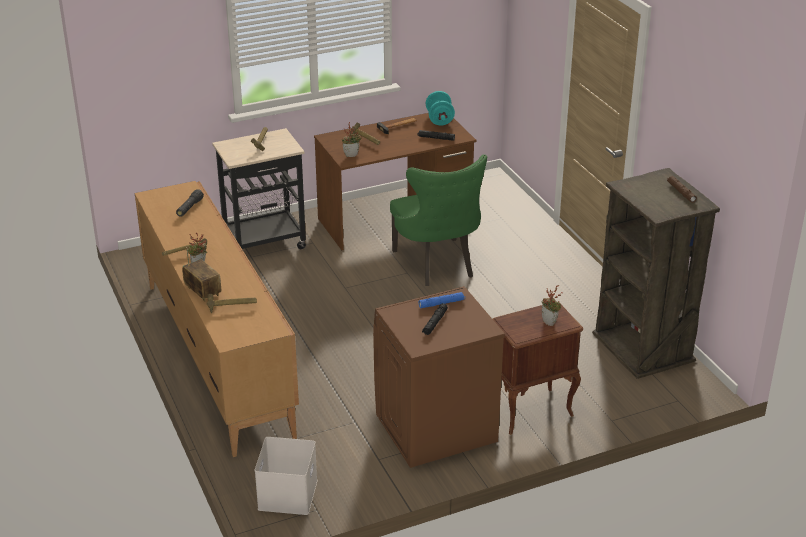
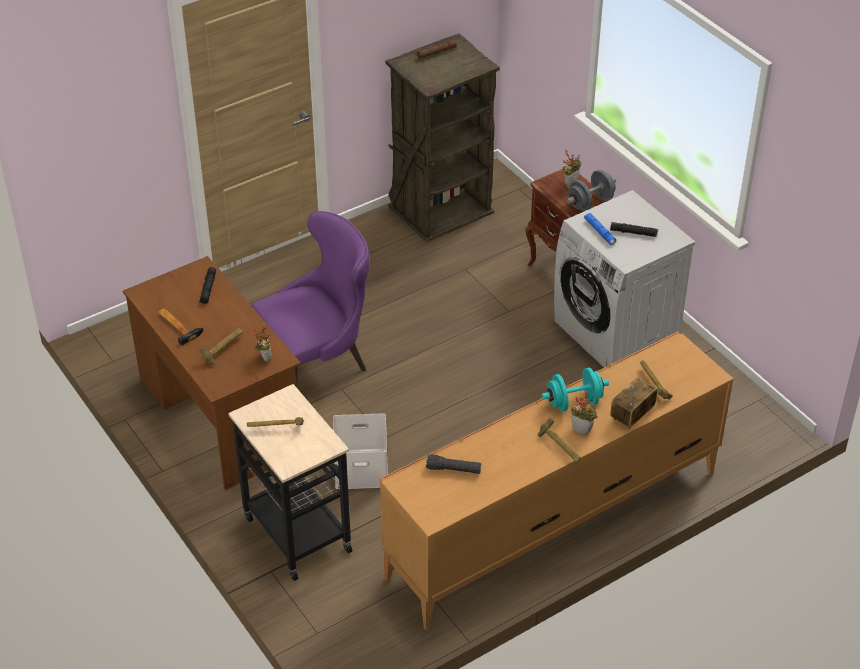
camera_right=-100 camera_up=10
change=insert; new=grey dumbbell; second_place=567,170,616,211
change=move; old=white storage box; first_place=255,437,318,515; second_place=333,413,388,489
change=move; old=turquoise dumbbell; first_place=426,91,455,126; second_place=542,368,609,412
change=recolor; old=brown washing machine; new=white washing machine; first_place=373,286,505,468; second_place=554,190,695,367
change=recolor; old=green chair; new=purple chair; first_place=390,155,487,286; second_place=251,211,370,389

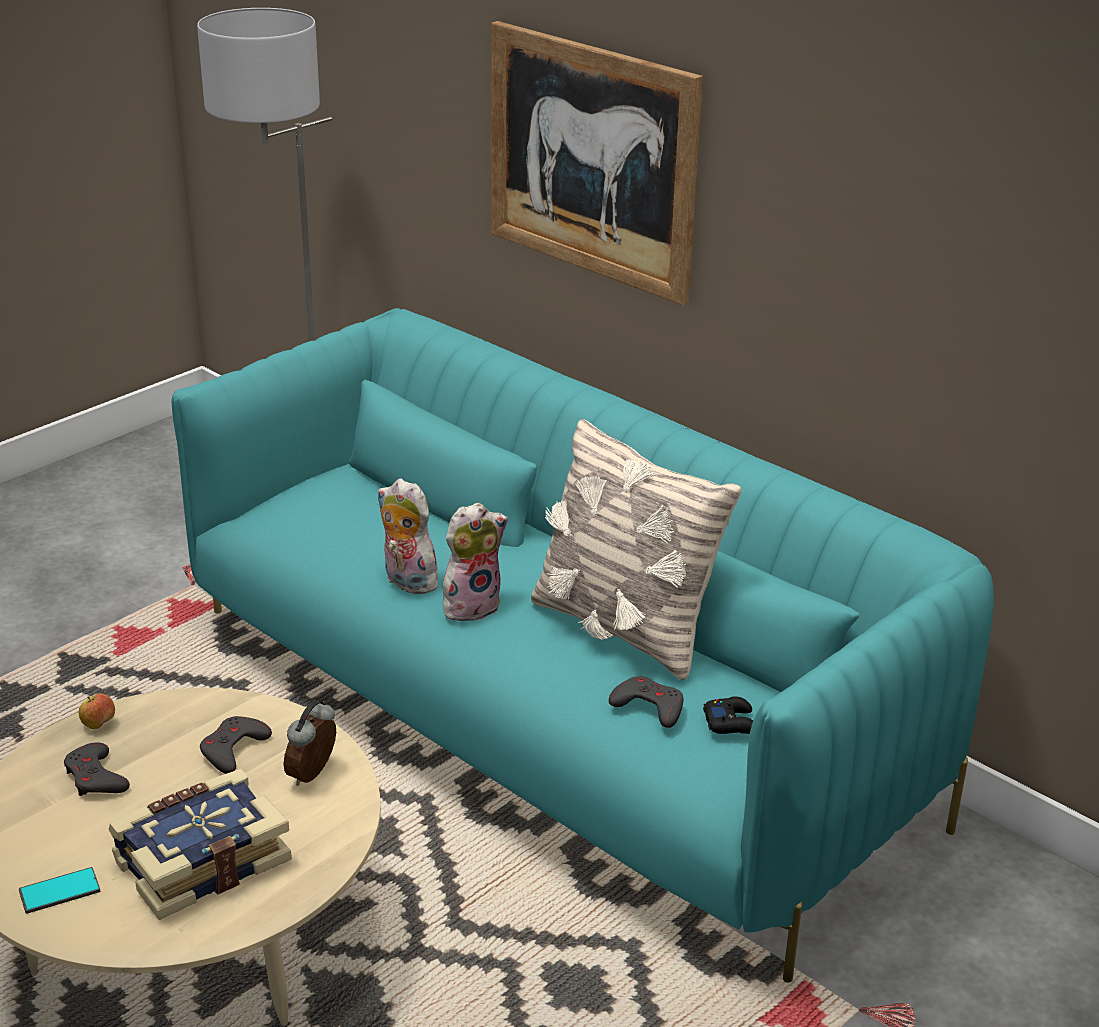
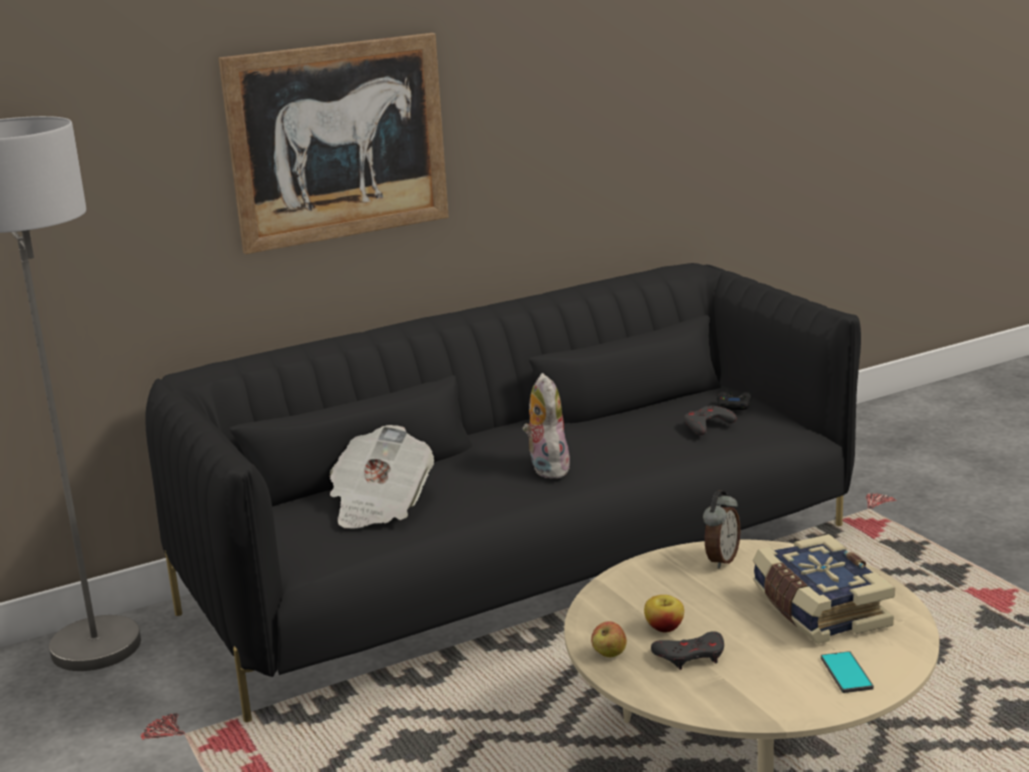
camera_right=-70 camera_up=-10
change=delete; old=grey game controller; first_place=200,716,272,774
change=delete; old=plush toy; first_place=378,479,440,595
change=delete; old=beige pillow; first_place=531,419,742,680
change=insert; new=newspaper; second_place=329,425,434,529
change=insert; new=apple; second_place=644,595,684,633
change=recolor; old=turquoise sofa; new=black sofa; first_place=172,308,994,982; second_place=145,263,861,722
change=rotate; old=alarm clock; first_place=283,700,336,786; second_place=703,490,740,569; degrees=-105

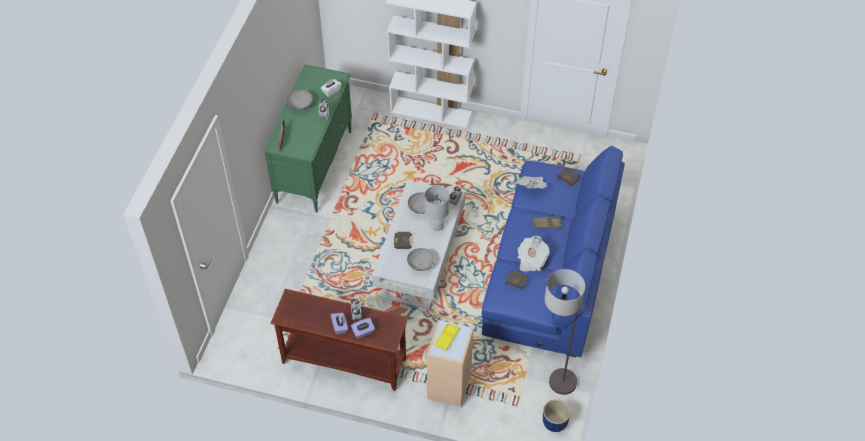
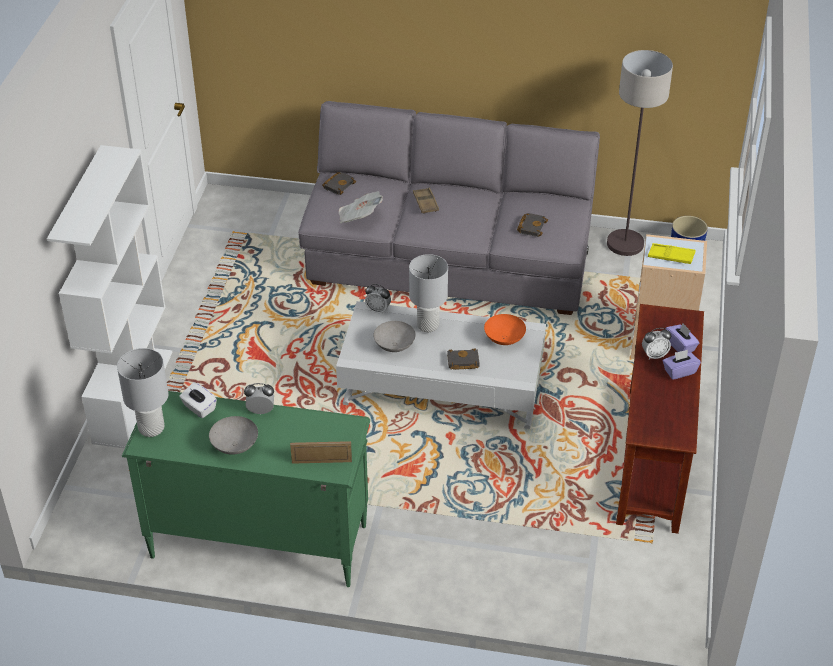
camera_right=-95 camera_up=-10
change=delete; old=newspaper; first_place=517,236,550,272
change=insert; new=grey table lamp; second_place=117,348,169,437
change=recolor; old=grey bowl; new=orange bowl; first_place=407,248,434,271; second_place=484,314,526,345
change=recolor; old=blue sofa; new=grey sofa; first_place=481,145,625,357; second_place=298,101,600,315

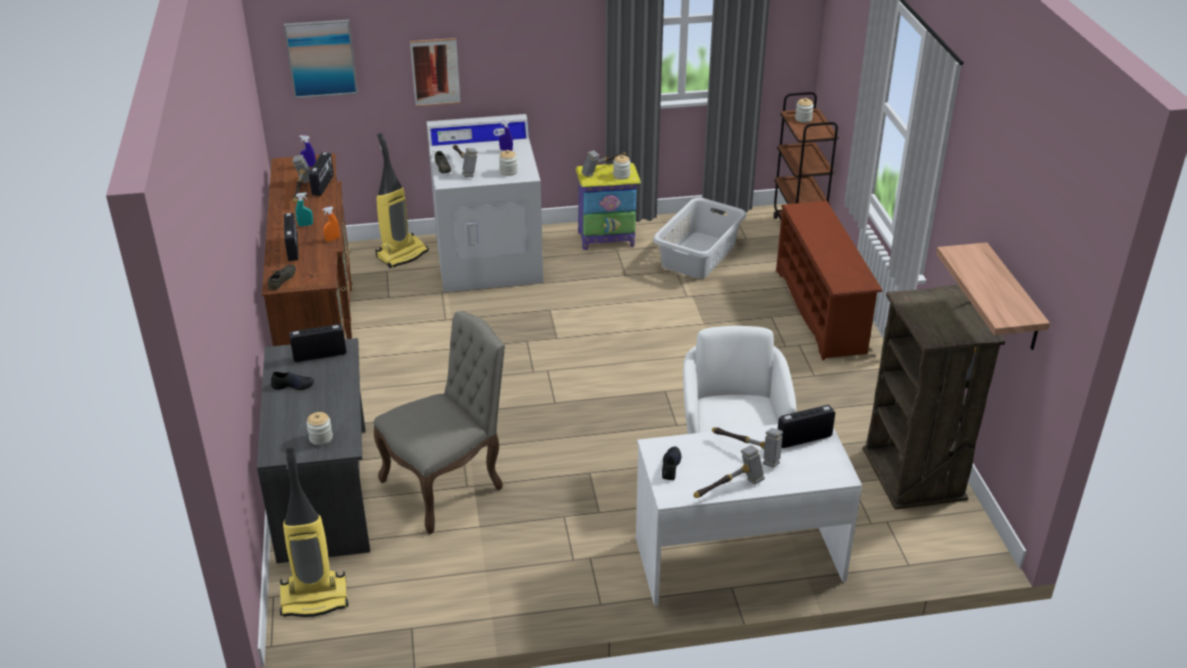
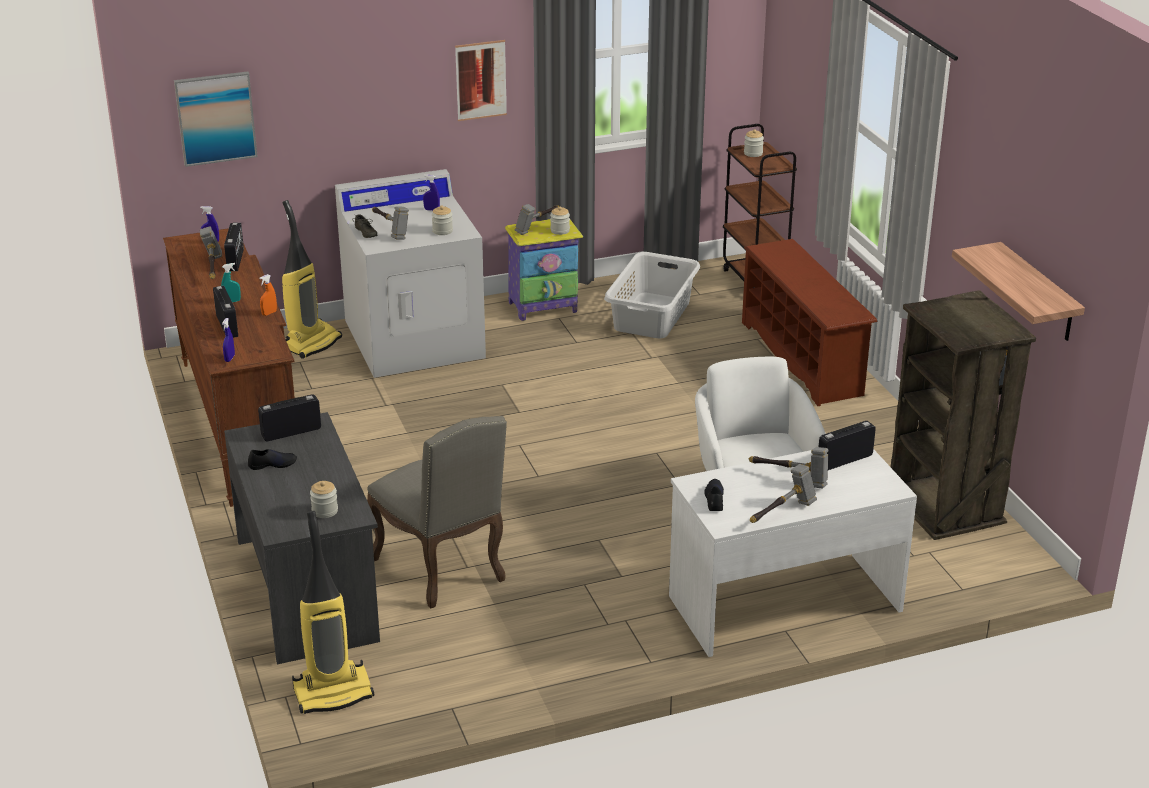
camera_right=-10 camera_up=-5
change=move; old=picture; first_place=410,38,461,106; second_place=455,40,507,121
change=replace; old=grey shoe; new=blue spray bottle; first_place=268,265,296,290; second_place=222,318,235,362
change=rotate; old=grey chair; first_place=374,311,505,534; second_place=367,416,507,609; degrees=105

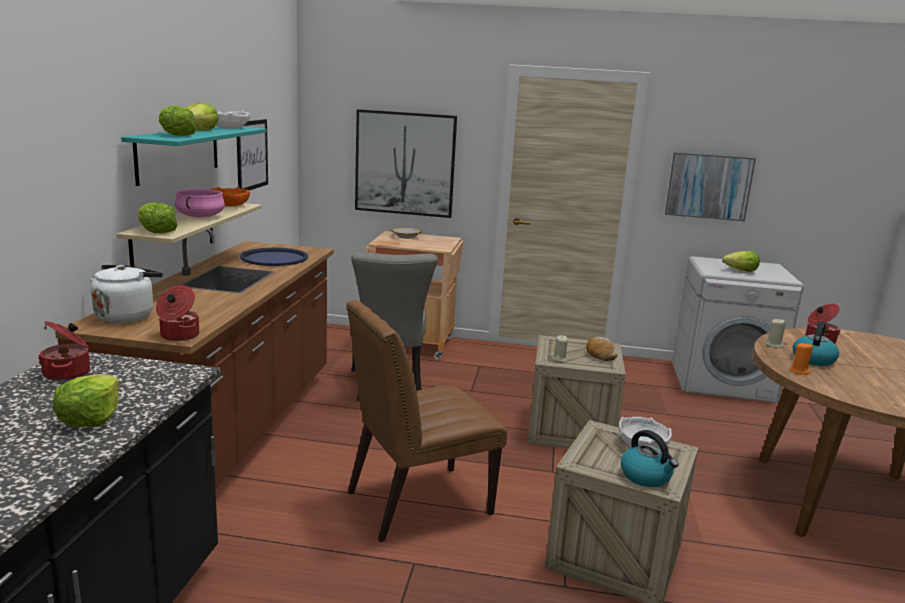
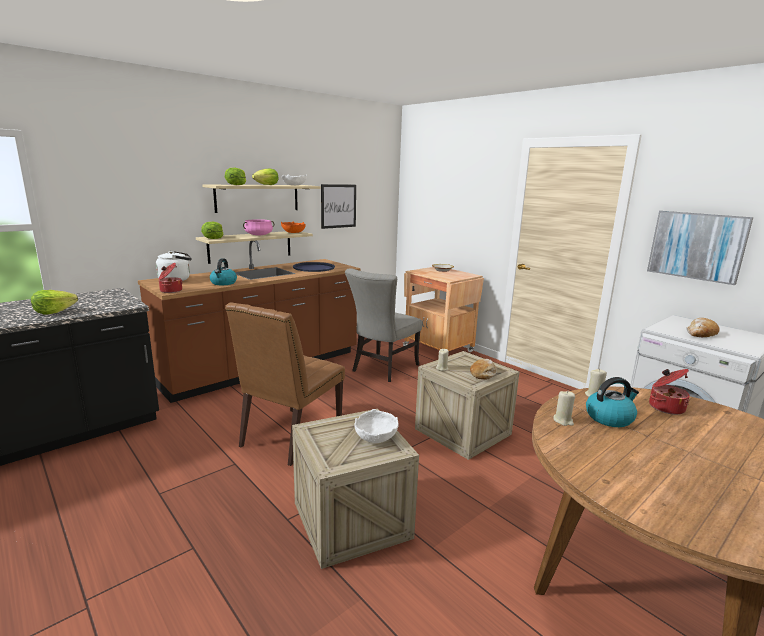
camera_right=40 camera_up=0
change=delete; old=cooking pot; first_place=38,321,90,381
change=delete; old=picture; first_place=355,109,457,218
change=move; old=kettle; first_place=621,430,679,487; second_place=210,258,237,285
change=replace; old=lettuce; new=bread; first_place=722,251,760,272; second_place=687,318,720,337
change=recolor; old=turquoise shelf; new=beige shelf; first_place=121,126,267,186; second_place=202,185,321,213
change=recolor; old=orange candle; new=beige candle; first_place=789,343,813,375; second_place=553,391,575,426
change=rotate; old=brown chair; first_place=346,300,507,542; second_place=225,302,345,466; degrees=-75

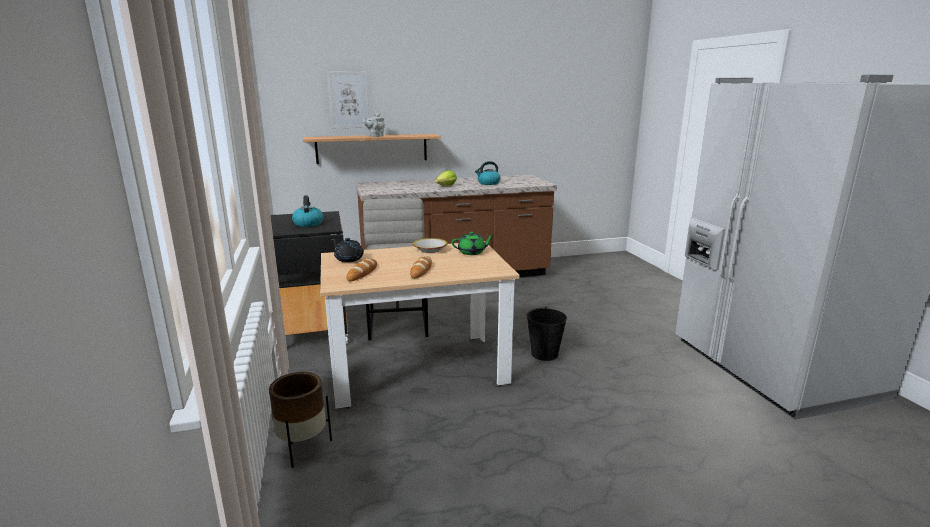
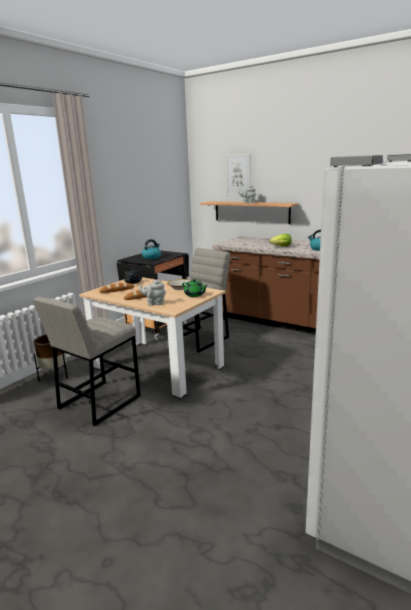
camera_right=50 camera_up=0
change=delete; old=black bucket; first_place=526,306,567,361
change=insert; new=grey chair; second_place=32,297,141,426
change=insert; new=grey teapot; second_place=139,280,166,306

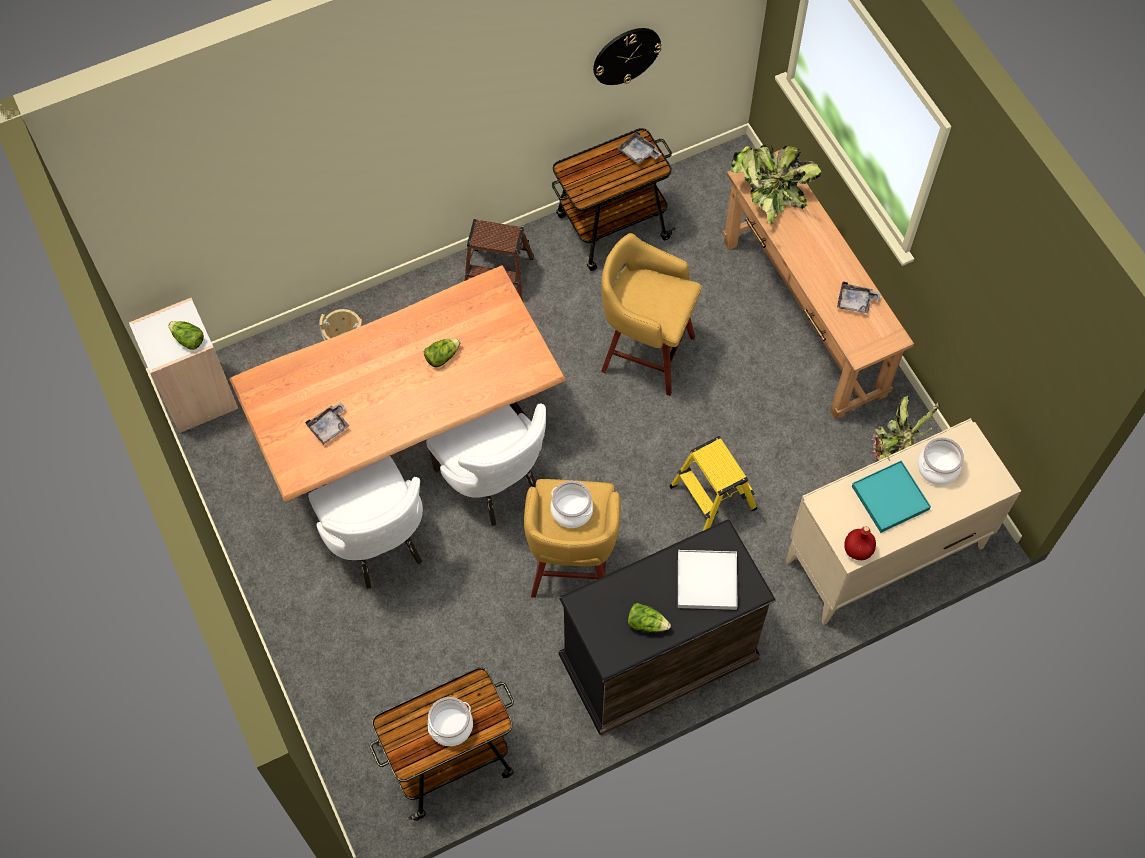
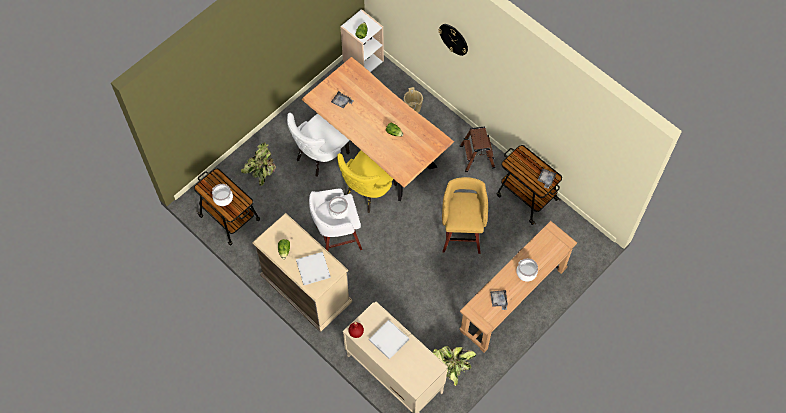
camera_right=70 camera_up=0
change=delete; old=yellow step ladder; first_place=669,436,758,531
change=move; old=wall clock; first_place=593,28,661,85; second_place=438,24,468,56
change=move; old=potted plant; first_place=730,144,822,225; second_place=241,142,276,186
change=move; old=cooking pot; first_place=918,437,964,485; second_place=516,258,538,282
change=recolor; old=white chair; new=yellow chair; first_place=426,403,546,526; second_place=337,150,397,213
change=recolor; old=yellow stool; new=white stool; first_place=524,479,621,598; second_place=309,188,362,251
change=recolor; old=black dresser; new=beige dresser; first_place=559,519,776,735; second_place=252,213,352,332
change=recolor; old=turquoise tray; new=white tray; first_place=852,460,931,533; second_place=369,320,409,359

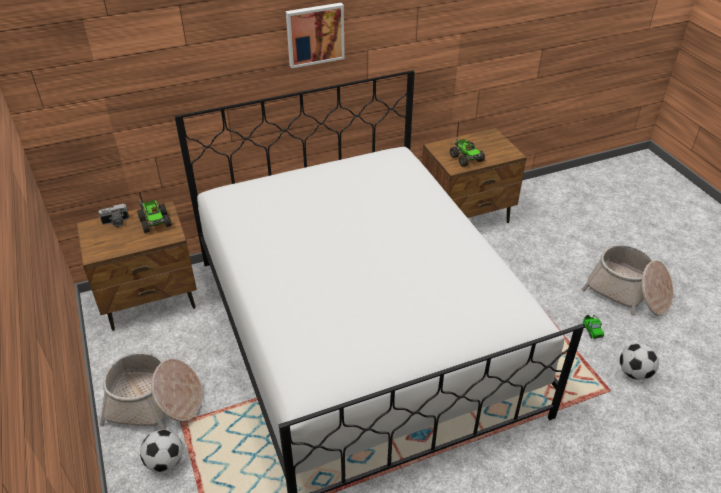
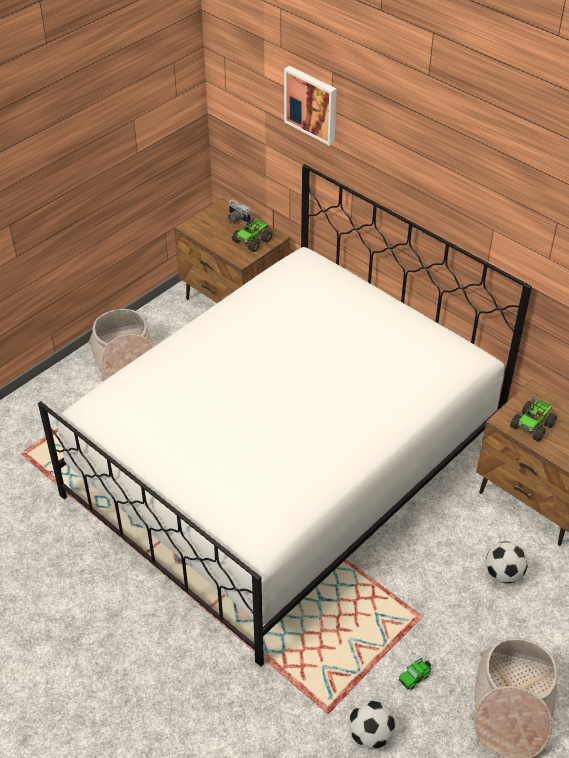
camera_right=65 camera_up=5
change=move; old=football; first_place=140,430,183,472; second_place=486,542,528,583
change=move; old=picture; first_place=286,3,345,68; second_place=284,66,337,146

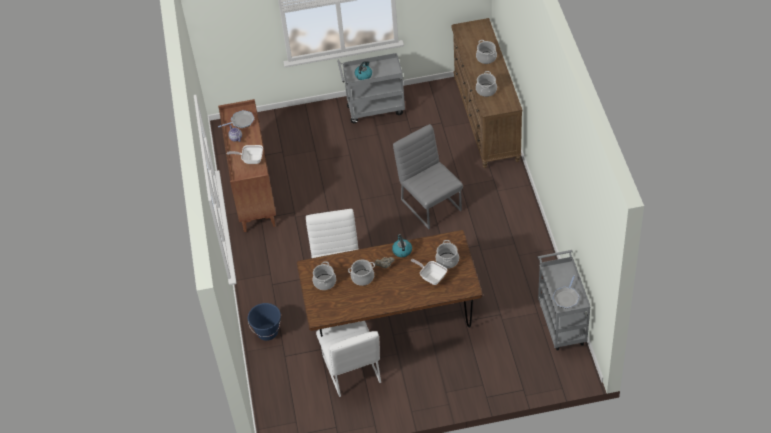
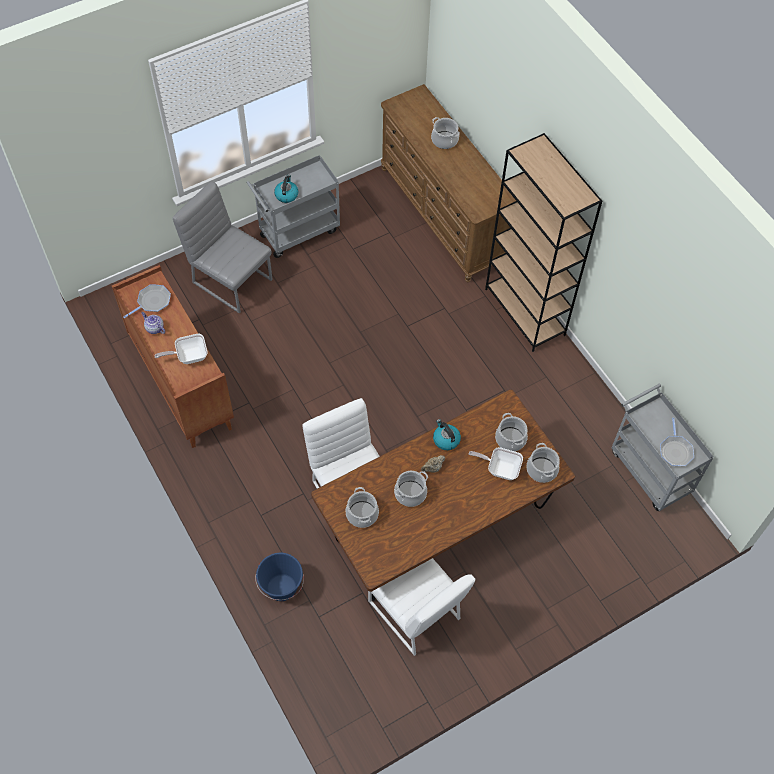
camera_right=-25 camera_up=10
change=insert; new=beige bookcase; second_place=485,133,602,352
change=move; old=grey chair; first_place=393,124,463,229; second_place=173,181,273,313
change=move; old=cooking pot; first_place=476,71,497,97; second_place=527,443,560,483

